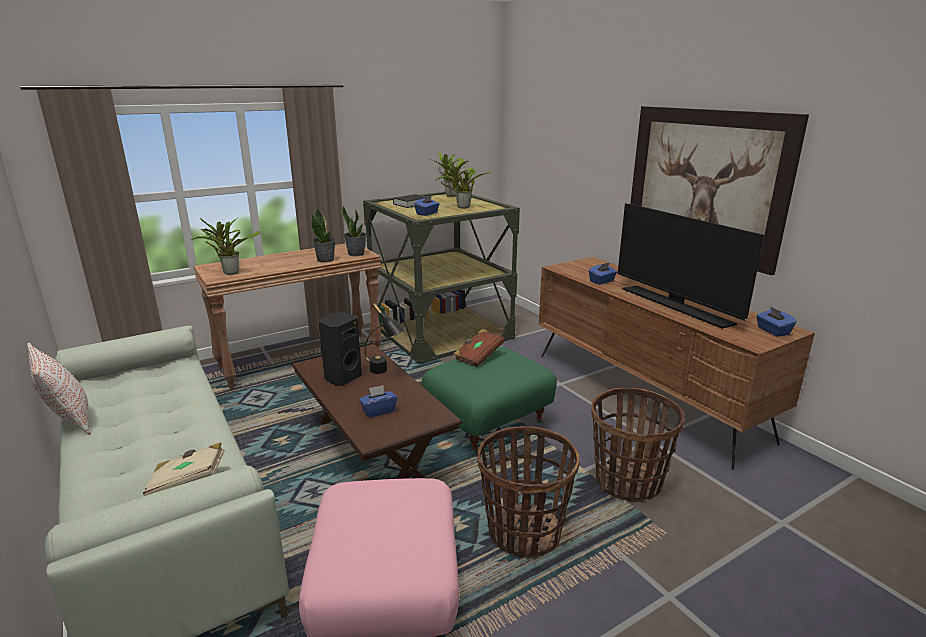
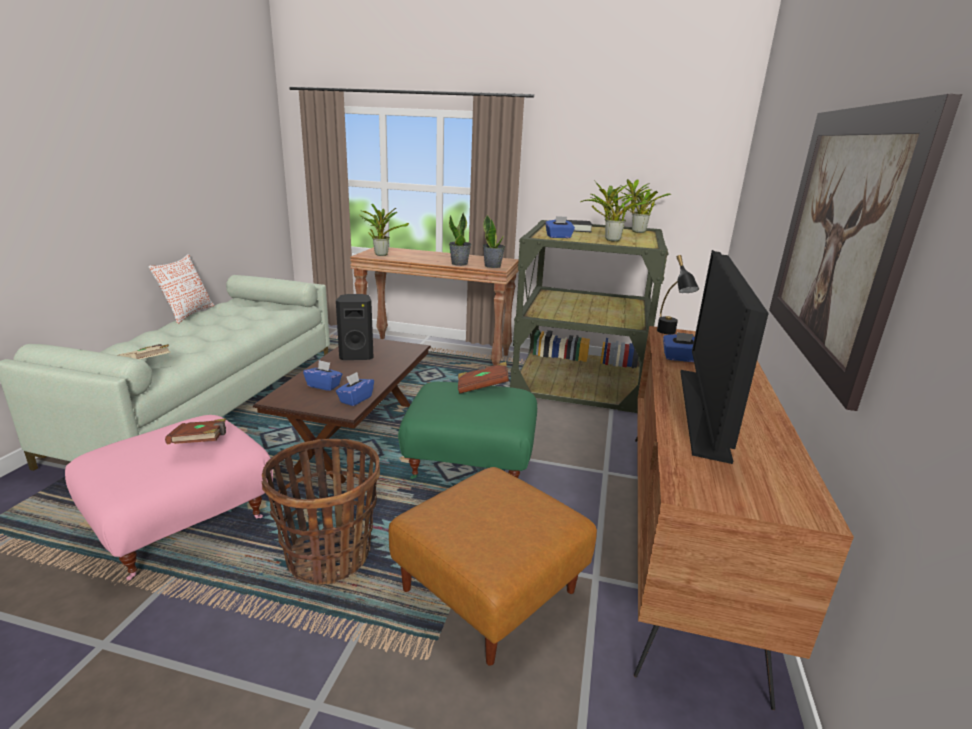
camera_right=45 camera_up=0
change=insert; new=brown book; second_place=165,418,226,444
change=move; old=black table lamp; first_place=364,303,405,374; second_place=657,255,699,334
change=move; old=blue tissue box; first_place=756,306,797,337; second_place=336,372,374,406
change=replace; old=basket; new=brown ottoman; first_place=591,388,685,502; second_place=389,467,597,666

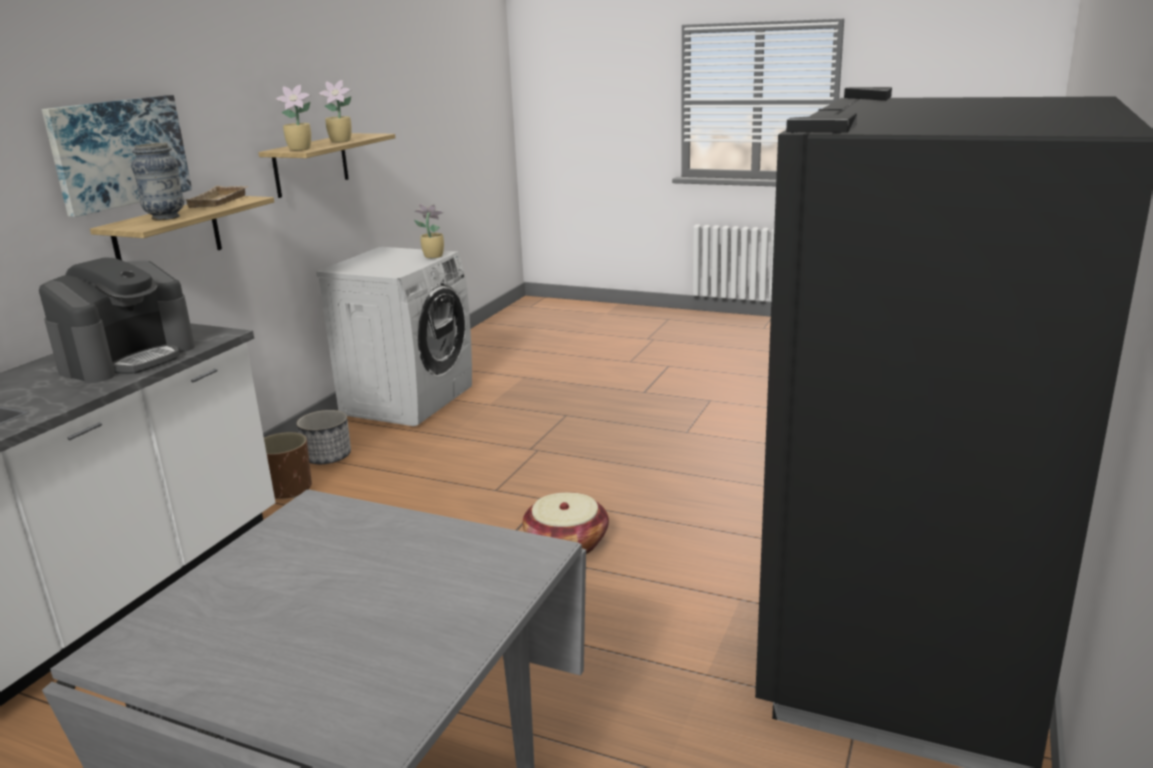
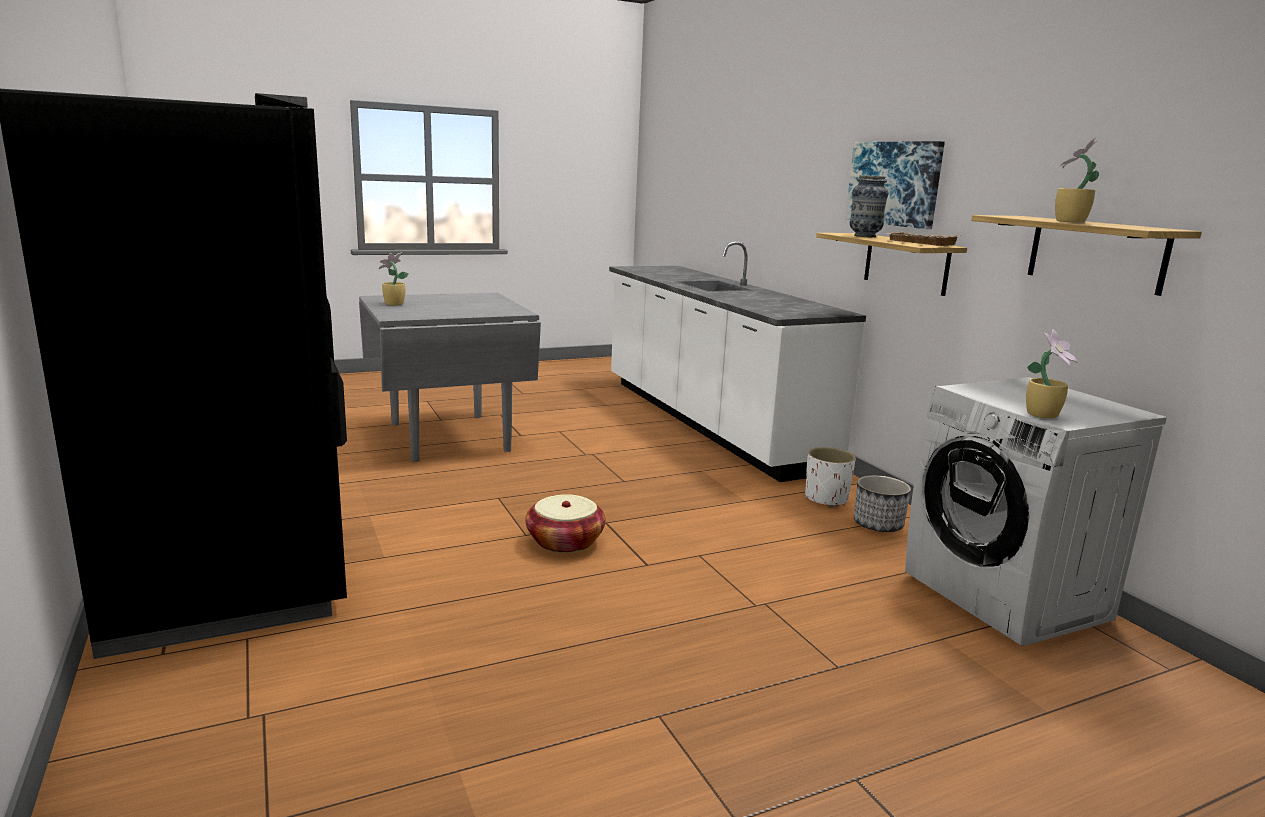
camera_right=130 camera_up=-5
change=delete; old=coffee machine; first_place=39,258,195,383
change=move; old=potted plant; first_place=275,85,311,151; second_place=379,253,409,305
change=recolor; old=brown planter; new=white planter; first_place=264,432,312,499; second_place=805,447,856,507

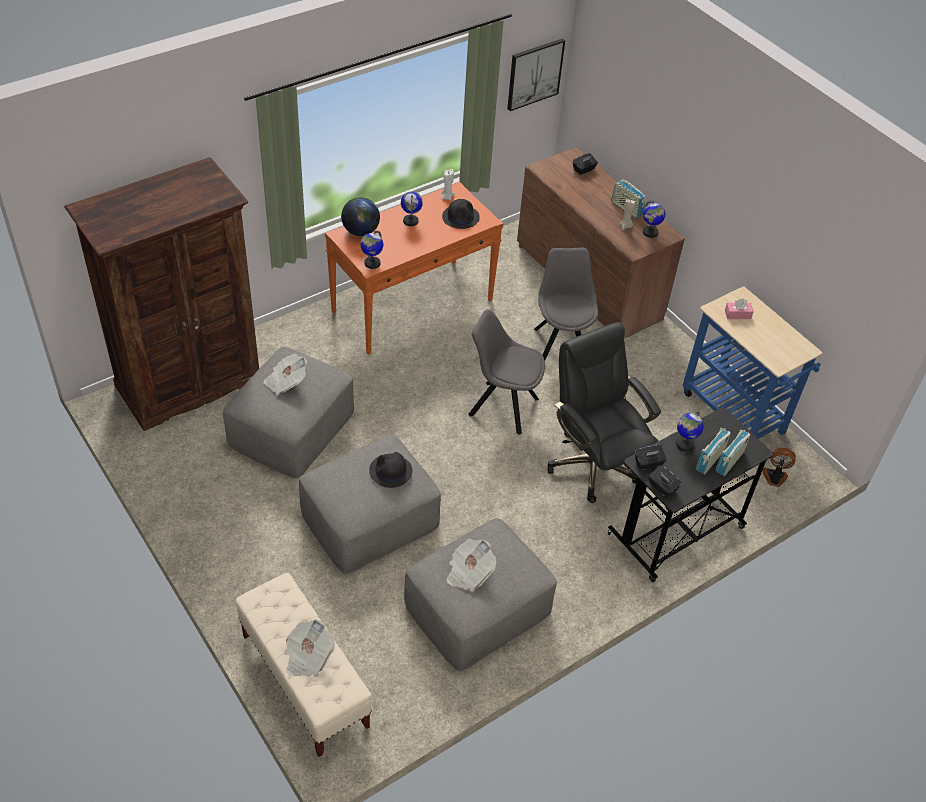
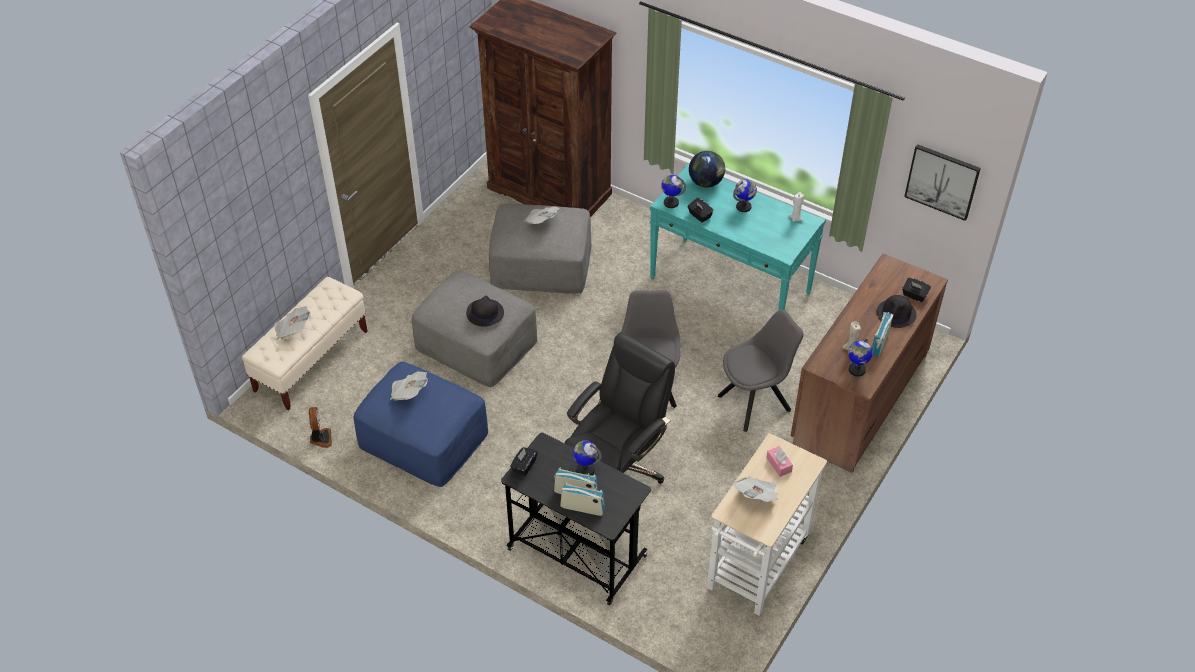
camera_right=70 camera_up=0
change=insert; new=newspaper; second_place=734,476,778,502
change=move; old=black hat; first_place=442,199,480,229; second_place=876,295,917,328
change=move; old=black tissue box; first_place=635,445,667,470; second_place=688,198,713,222
change=move; old=fan; first_place=762,448,796,487; second_place=309,407,332,448
change=recolor; old=orange console table; new=turquoise console table; first_place=325,182,503,355; second_place=650,163,826,311
change=recolor; old=grey ottoman; new=blue ottoman; first_place=404,518,557,671; second_place=353,362,488,487
change=recolor; old=blue cart; new=white cart; first_place=683,286,822,439; second_place=707,433,827,616

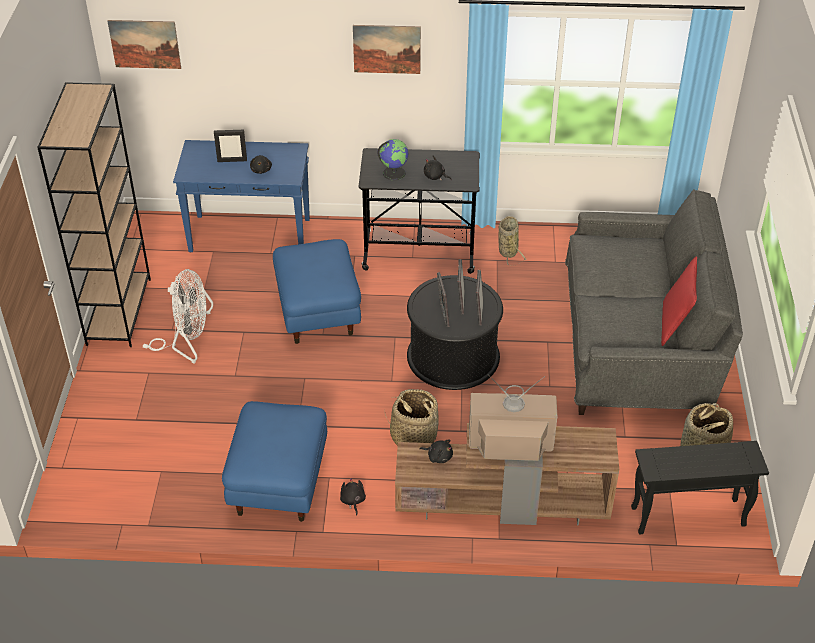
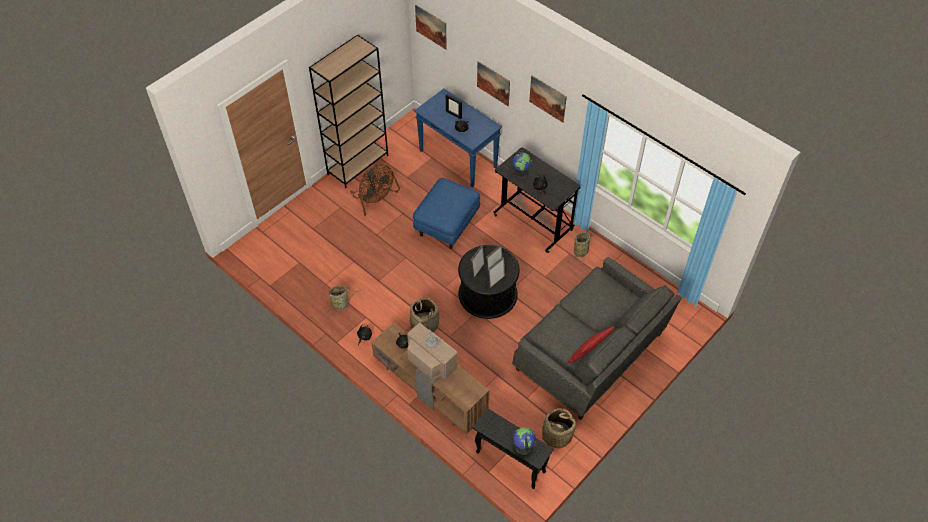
camera_right=40 camera_up=10
change=insert; new=picture; second_place=477,61,510,106
change=insert; new=globe; second_place=513,427,536,455
change=replace; old=blue ottoman; new=basket; first_place=222,401,327,522; second_place=325,286,362,317
change=recolor; old=white fan; new=brown fan; first_place=143,269,213,363; second_place=350,164,400,216

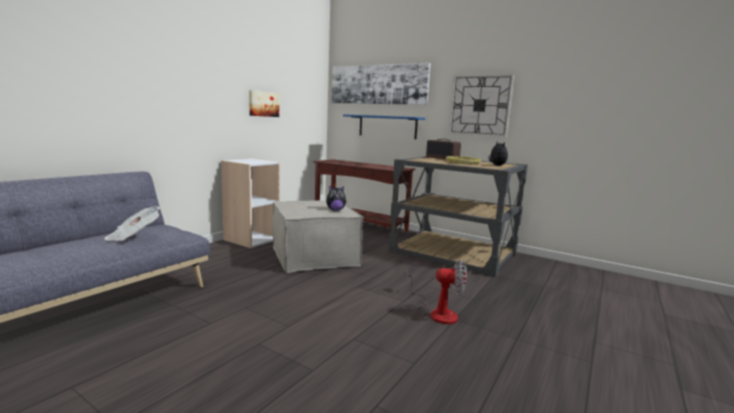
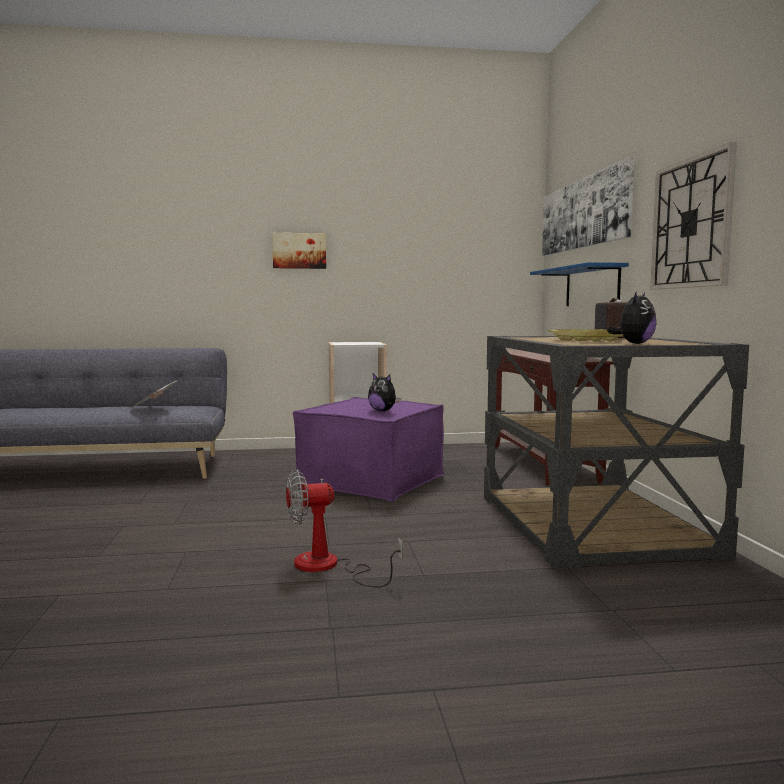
camera_right=50 camera_up=-5
change=move; old=picture; first_place=249,90,279,117; second_place=272,233,326,269
change=recolor; old=beige ottoman; new=purple ottoman; first_place=273,200,364,273; second_place=293,397,444,502
change=rotate; old=fan; first_place=407,260,467,324; second_place=286,469,403,587; degrees=105

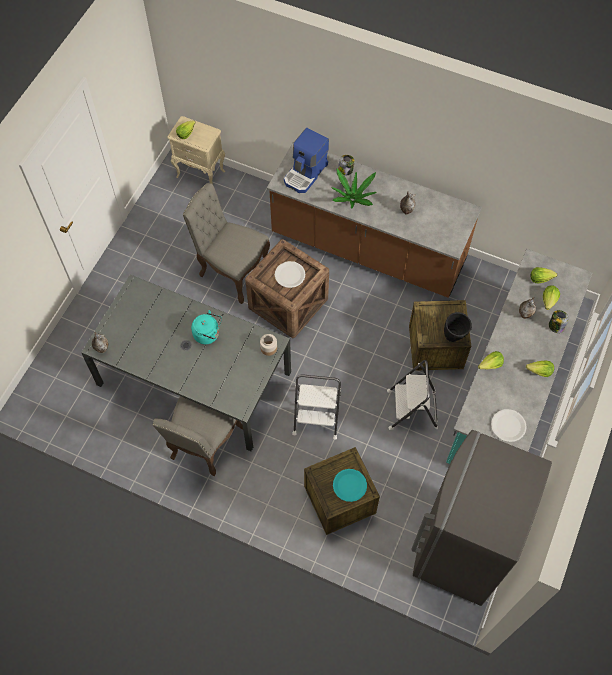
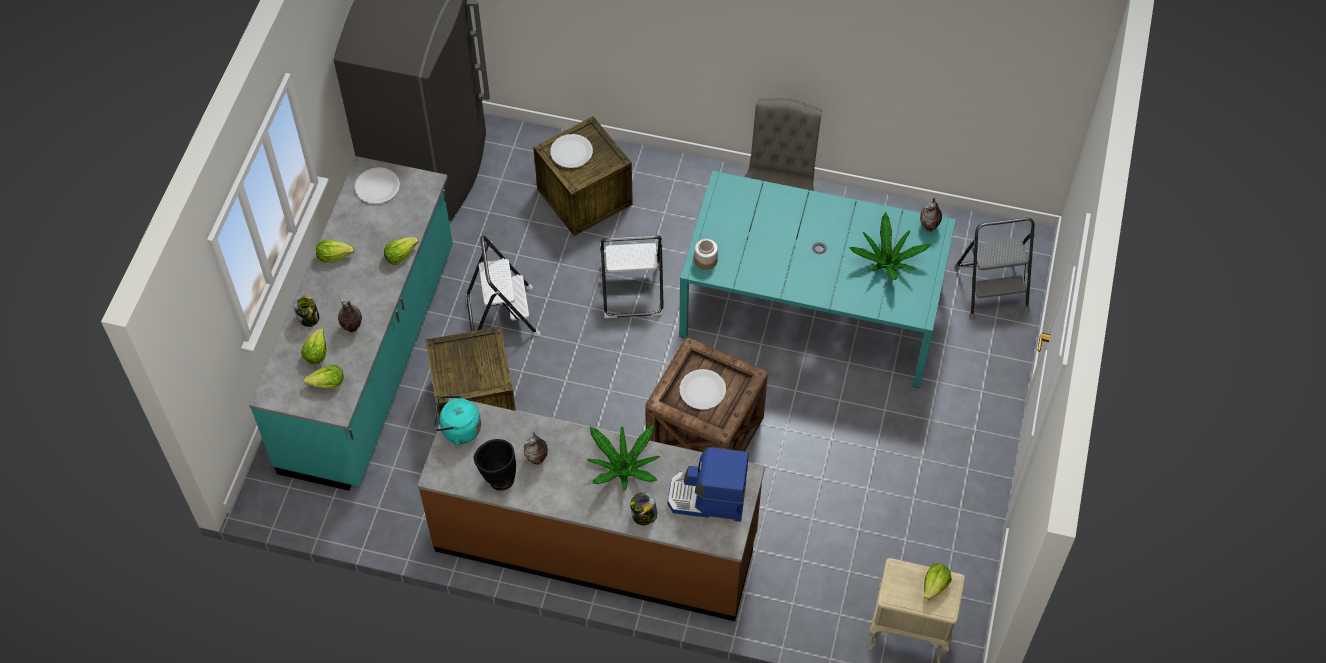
camera_right=170 camera_up=-5
change=delete; old=grey chair; first_place=183,183,270,304
change=insert; new=potted plant; second_place=849,212,931,280
change=insert; new=grey step ladder; second_place=955,218,1035,320
change=move; old=turquoise kettle; first_place=191,310,222,344; second_place=434,395,481,445
change=move; old=black vase; first_place=444,312,472,342; second_place=474,439,516,491
change=recolor; old=grey dining table; new=turquoise dining table; first_place=81,274,291,451; second_place=679,171,956,388
change=recolor; old=turquoise plate; new=white plate; first_place=333,469,367,502; second_place=550,134,593,168
change=rotate; old=coffee machine; first_place=284,127,329,193; second_place=668,447,749,522; degrees=-105

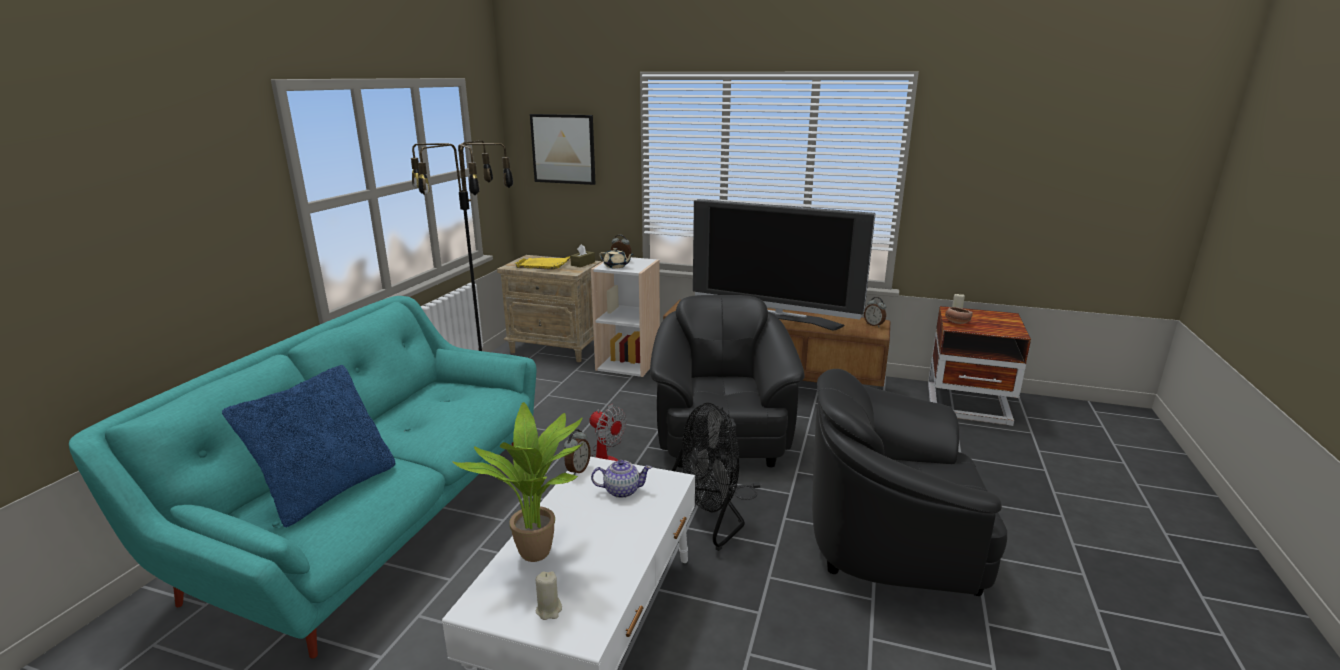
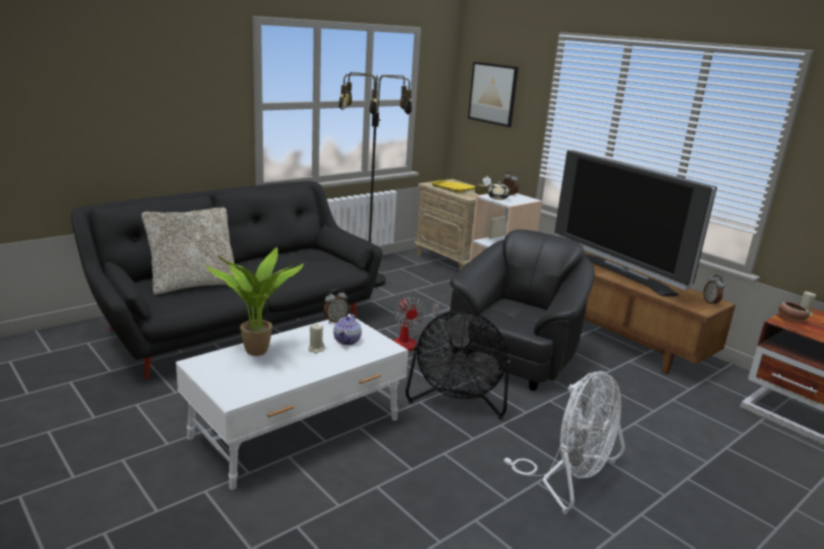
camera_right=30 camera_up=0
change=move; old=beige candle; first_place=536,571,562,620; second_place=308,324,325,353
change=replace; old=black armchair; new=white fan; first_place=812,369,1007,596; second_place=503,371,625,514
change=recolor; old=turquoise sofa; new=black sofa; first_place=69,296,536,659; second_place=71,181,382,379
change=recolor; old=blue pillow; new=beige pillow; first_place=222,365,396,527; second_place=142,208,237,294
change=rotate; old=teapot; first_place=591,460,652,498; second_place=333,314,362,345; degrees=75
change=rotate; old=black fan; first_place=672,403,762,551; second_place=406,311,510,420; degrees=-90

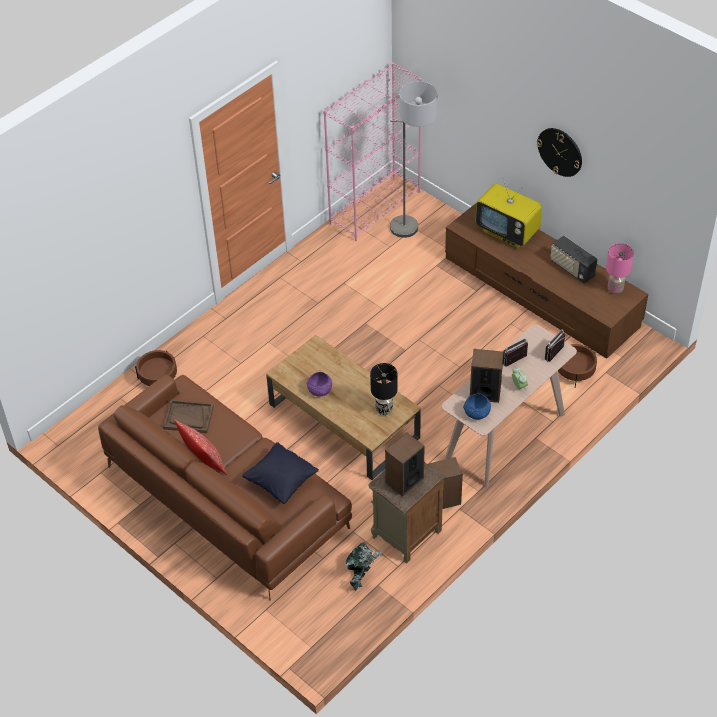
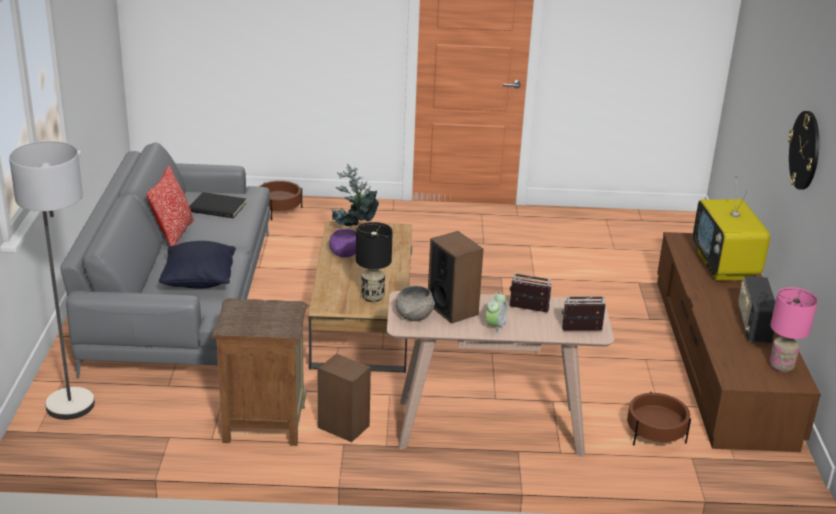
camera_right=45 camera_up=-20
change=delete; old=pink bookcase; first_place=323,62,422,241
change=delete; old=speaker; first_place=385,433,425,496
change=move; old=potted plant; first_place=346,542,383,591; second_place=331,164,379,226
change=move; old=grey floor lamp; first_place=390,81,437,238; second_place=9,141,95,420
change=replace; old=brown tray; new=black book; first_place=163,400,214,433; second_place=190,192,246,218
change=recolor; old=brown sofa; new=grey sofa; first_place=98,374,352,600; second_place=60,143,270,379
change=recolor; old=blue bowl; new=grey bowl; first_place=463,394,491,420; second_place=396,285,435,321

